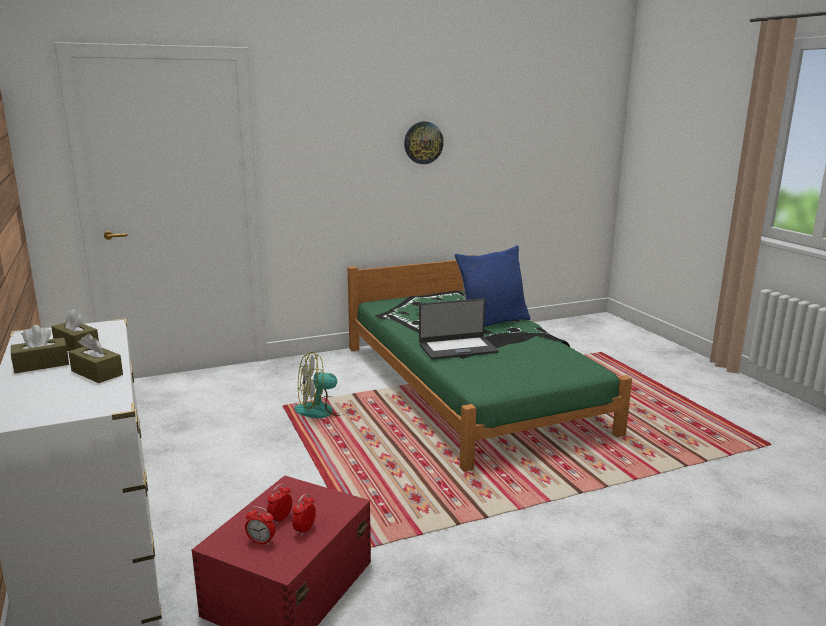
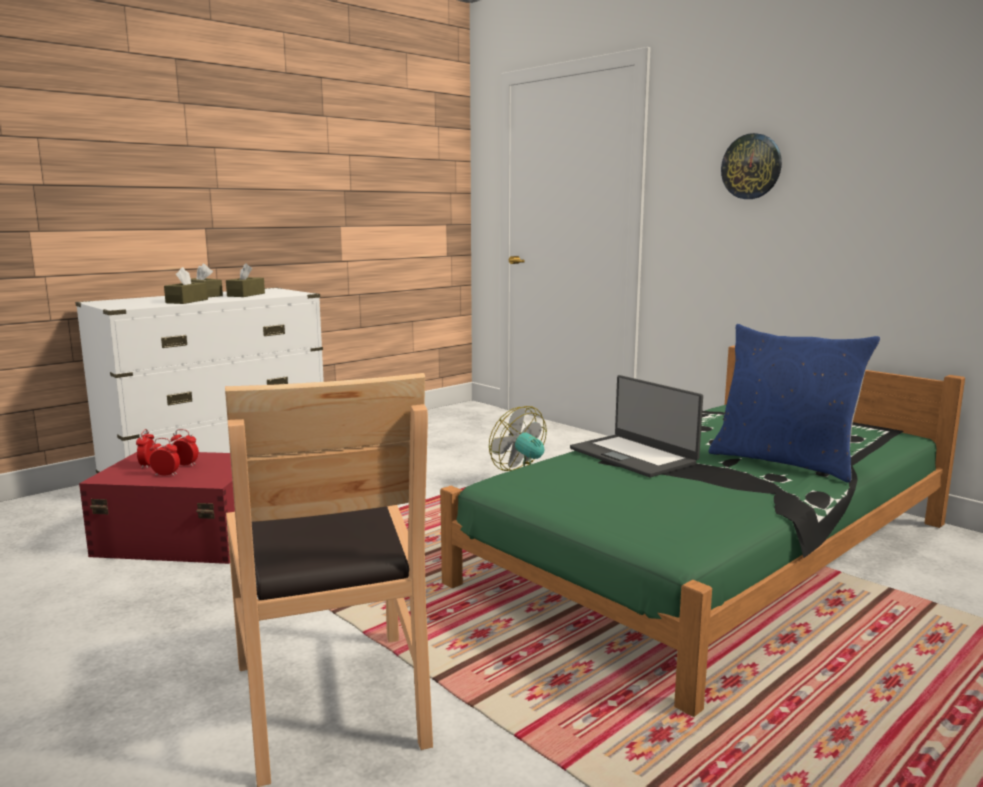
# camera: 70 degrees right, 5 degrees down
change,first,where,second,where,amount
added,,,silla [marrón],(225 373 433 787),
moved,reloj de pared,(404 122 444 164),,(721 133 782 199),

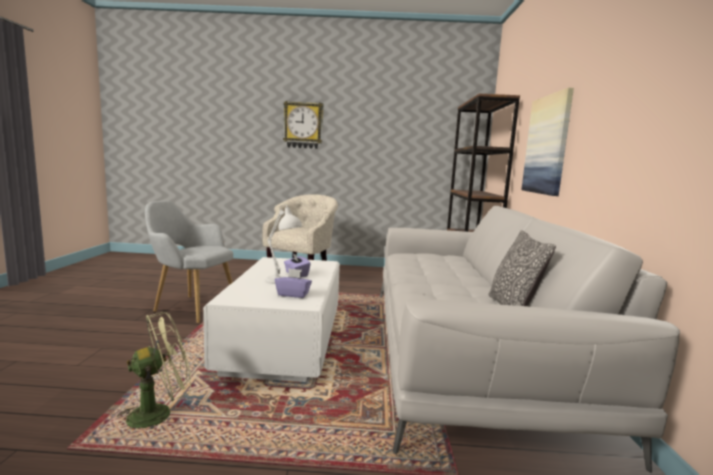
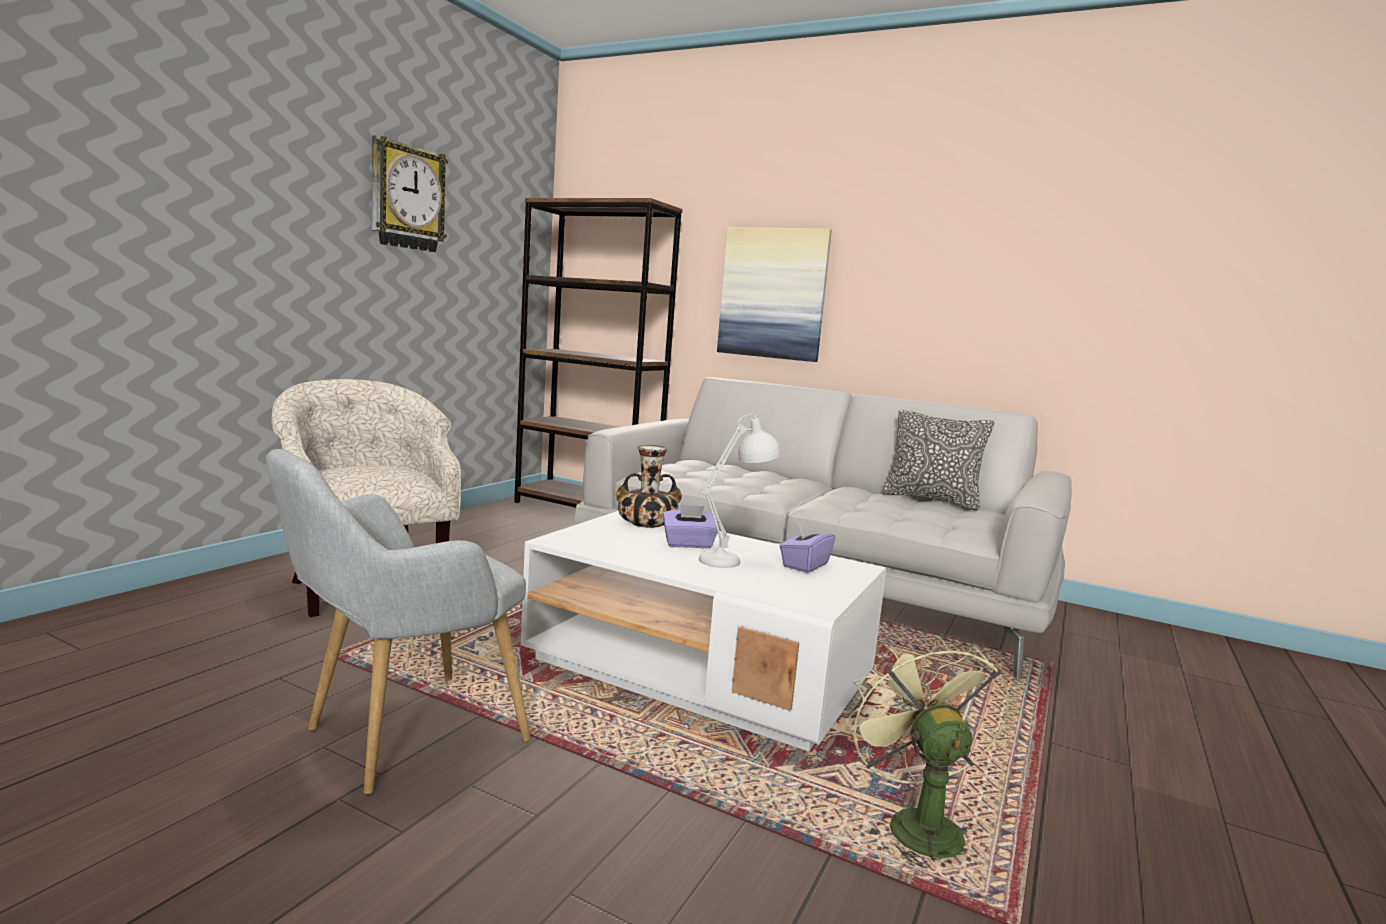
# camera: 65 degrees left, 0 degrees up
change,first,where,second,where,amount
moved,reloj de pared,(283 101 323 149),,(372 135 448 252),
added,,,florero,(615 445 682 528),

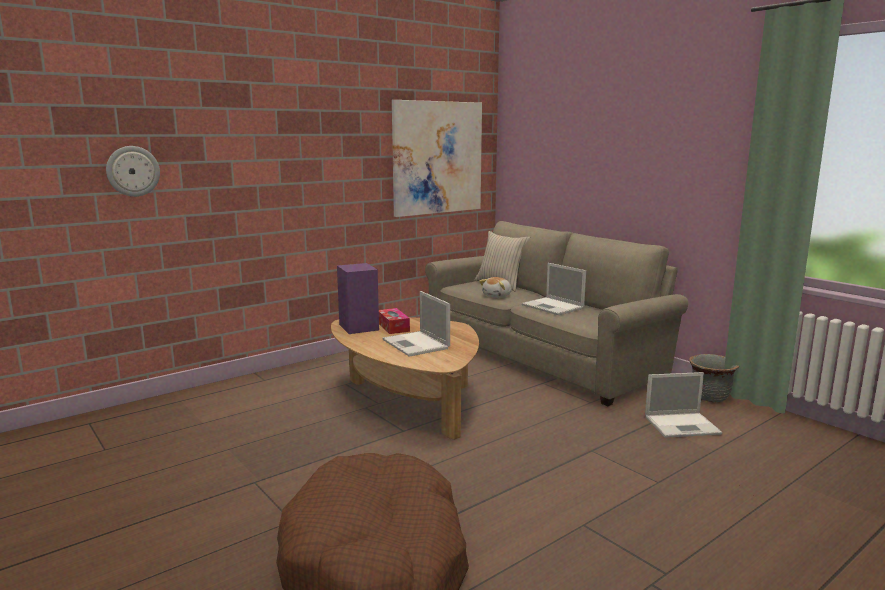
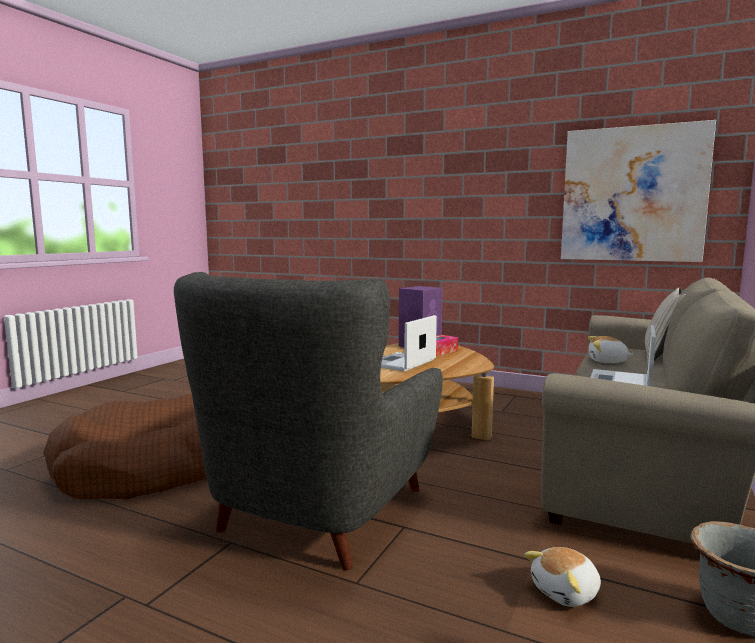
# camera: 65 degrees right, 5 degrees down
change,first,where,second,where,amount
added,,,sillón [gris],(174 272 443 570),
replaced,portátil,(645 372 722 438),peluche,(525 547 601 607),
removed,reloj de pared,(106 146 160 197),,,

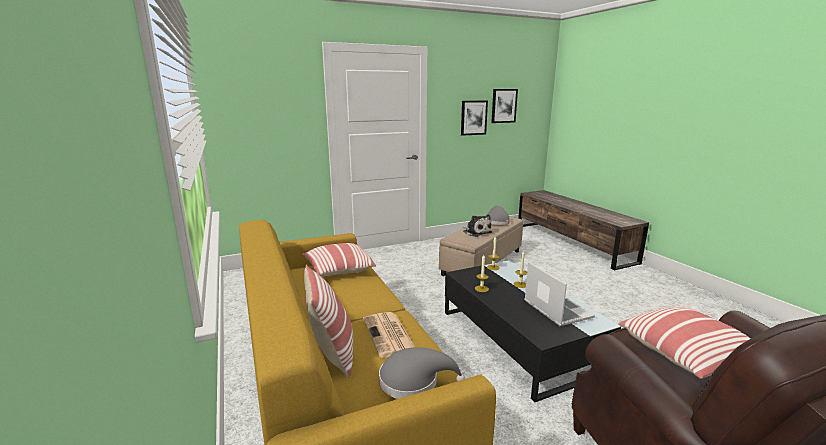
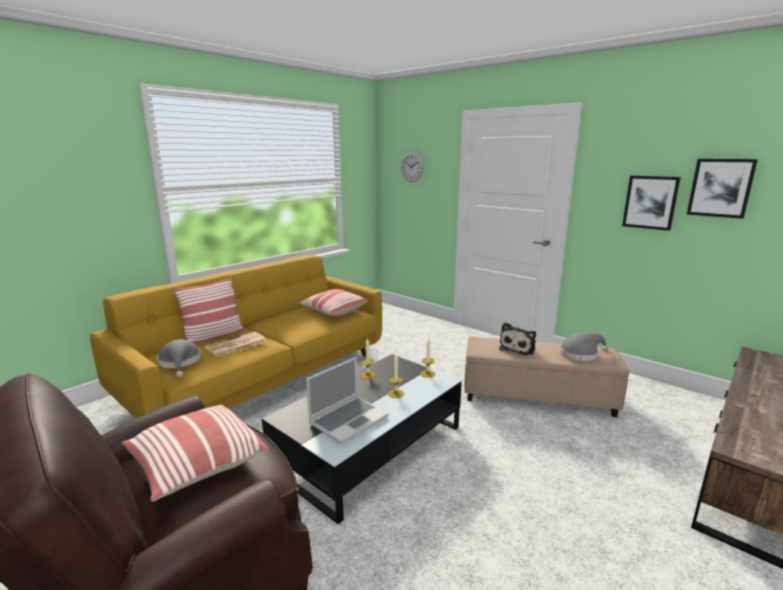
# camera: 65 degrees right, 0 degrees up
change,first,where,second,where,amount
added,,,reloj de pared,(401 152 423 182),

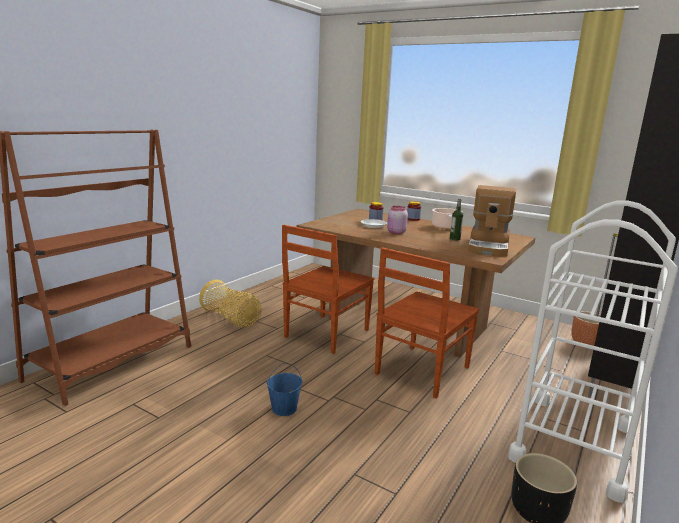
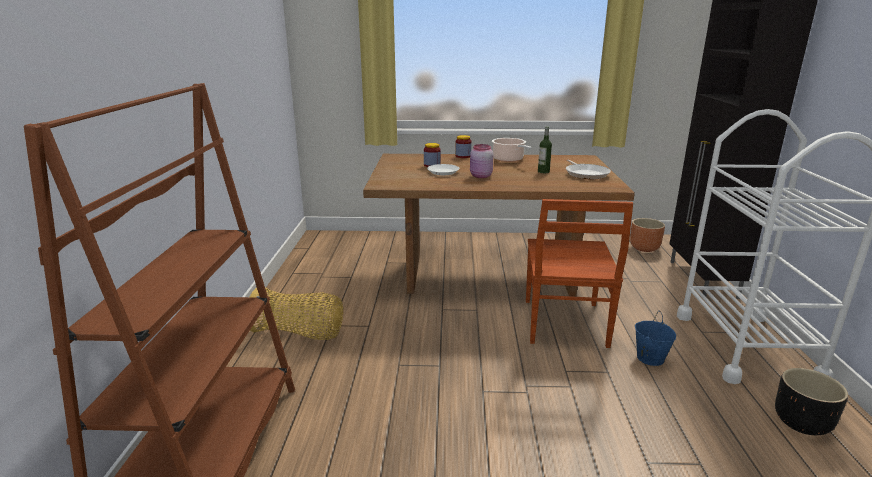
# camera: 30 degrees left, 5 degrees up
change,first,where,second,where,amount
replaced,cafetera,(468 185 516 257),sartén,(566 159 611 179),
moved,cubo [azul],(267 363 302 416),,(635 311 676 366),
removed,silla [marrón],(282 225 375 354),,,

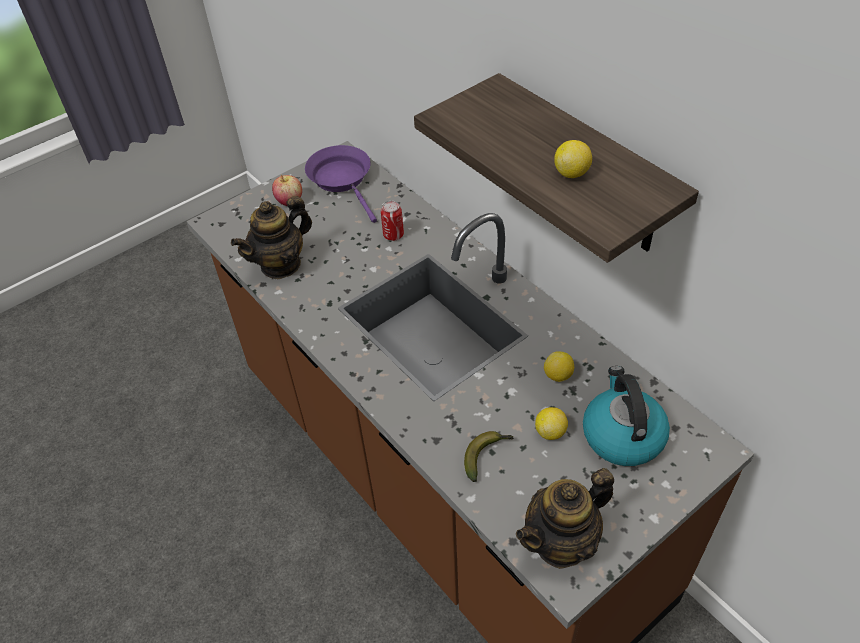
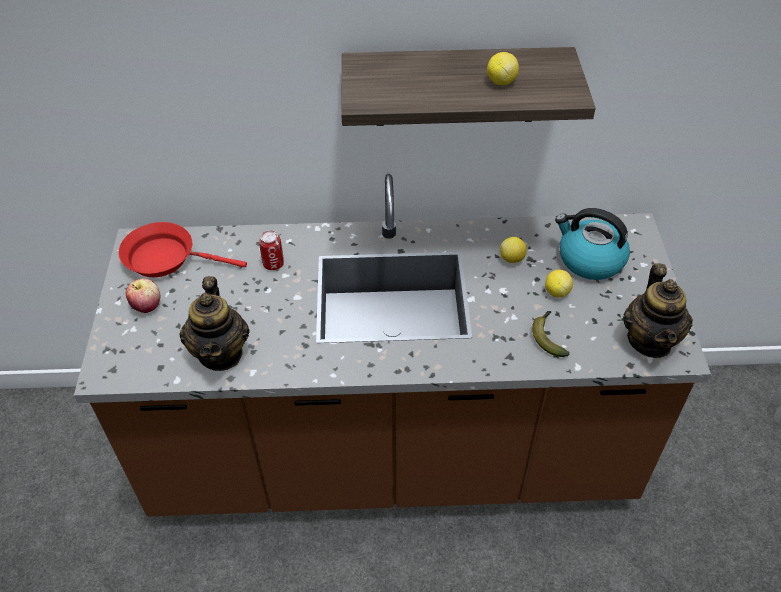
# camera: 55 degrees left, 0 degrees up
change,first,where,second,where,amount
recoloured,sartén [morado],(305 145 377 223),sartén [rojo],(118 222 247 277),

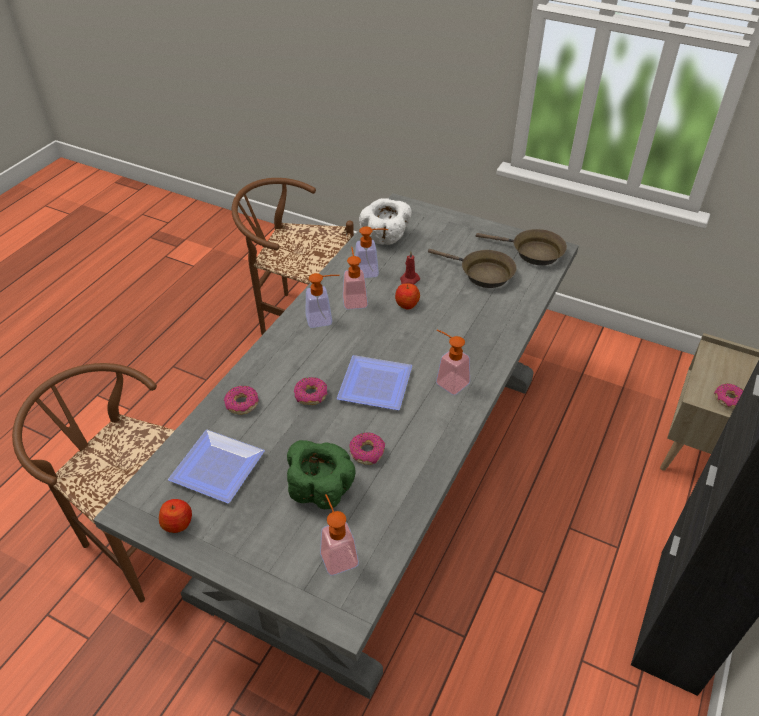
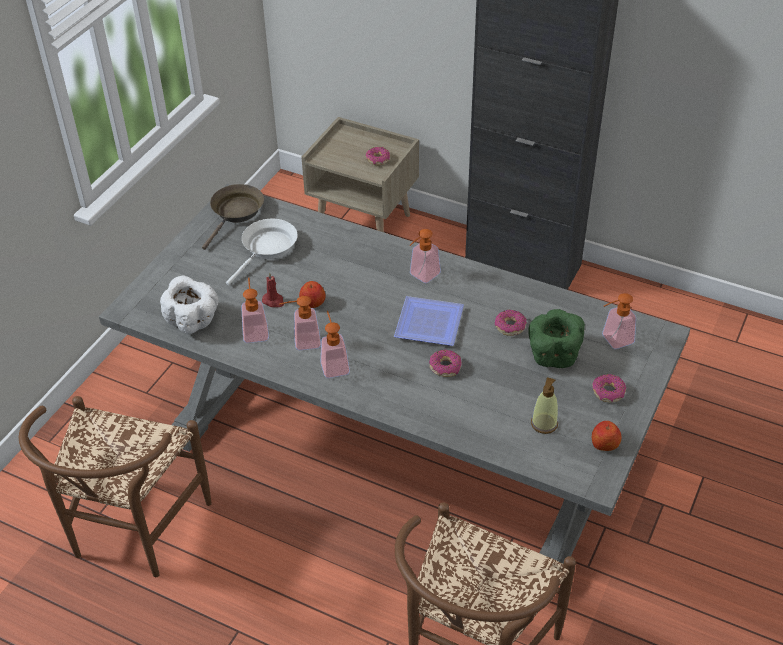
# camera: 90 degrees left, 0 degrees up
change,first,where,second,where,amount
recoloured,sartén [marrón],(428 249 517 288),sartén [blanco],(226 219 298 285),
replaced,plato,(168 430 265 503),dispensador de jabón,(531 377 558 434),
moved,rosquilla,(224 386 259 415),,(592 374 626 403),

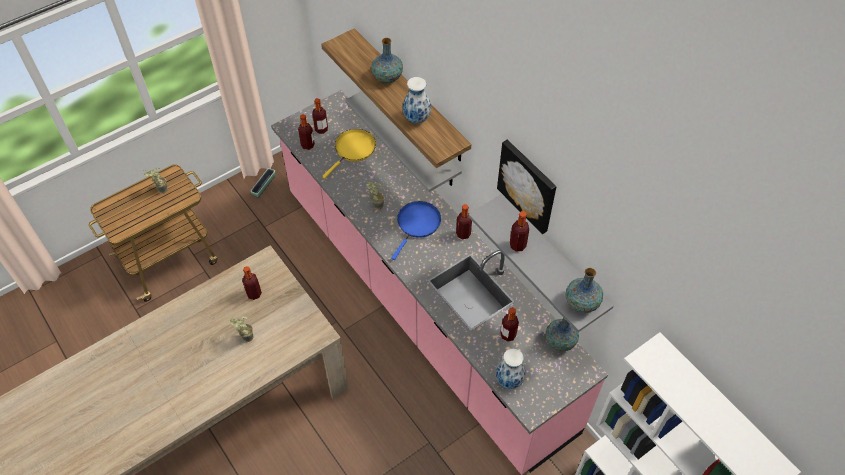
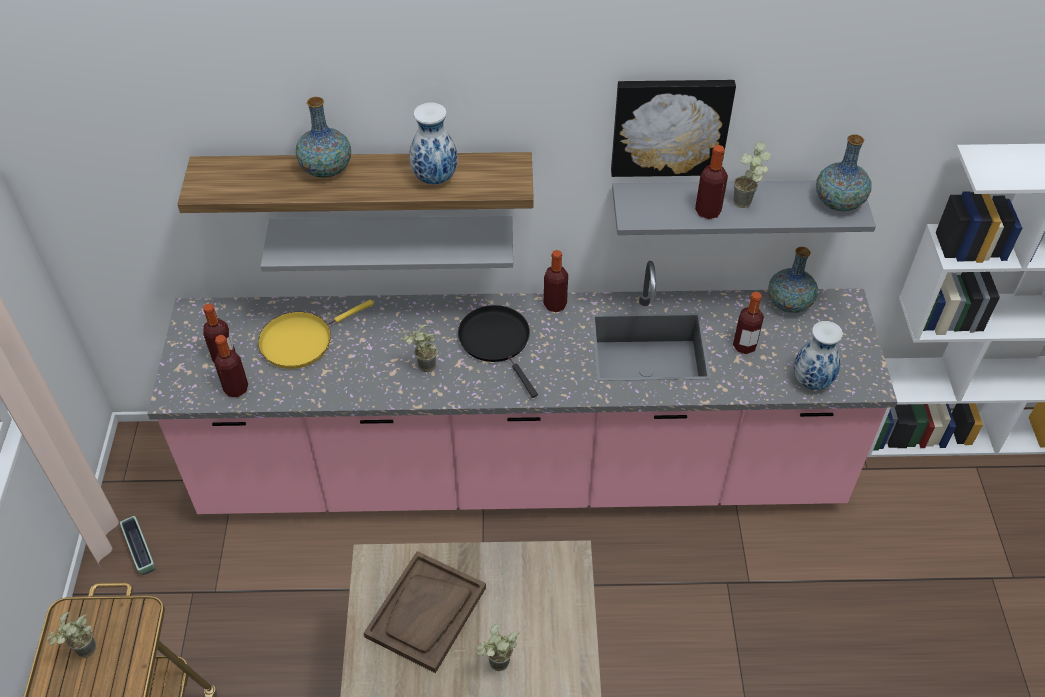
# camera: 55 degrees left, 5 degrees down
change,first,where,second,where,amount
turned,sartén [amarillo],(322 129 376 179),,(258 300 374 369),105 degrees counterclockwise
replaced,botella,(242 266 262 300),bandeja [marrón],(364 551 486 673),
recoloured,sartén [azul],(391 201 441 260),sartén [negro],(458 305 538 398),
added,,,planta en maceta,(734 141 771 208),

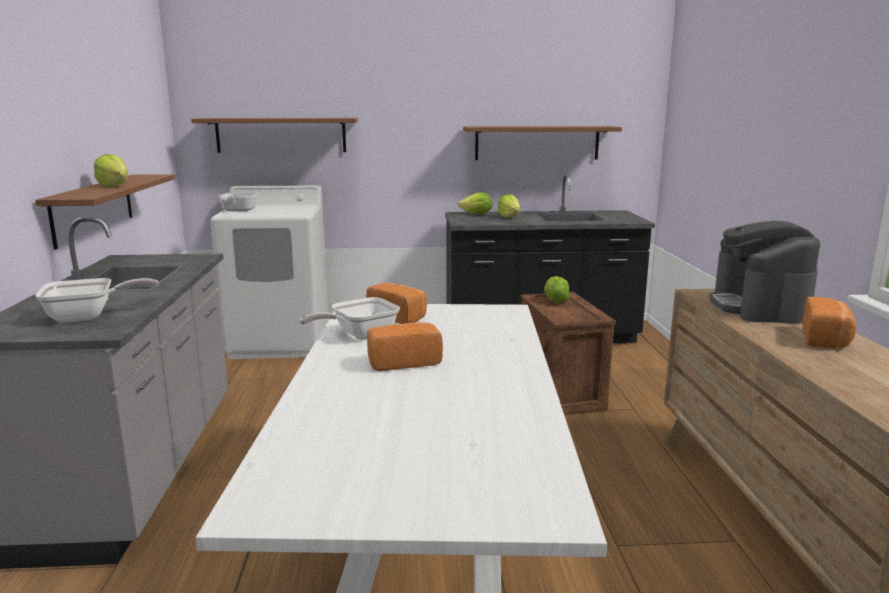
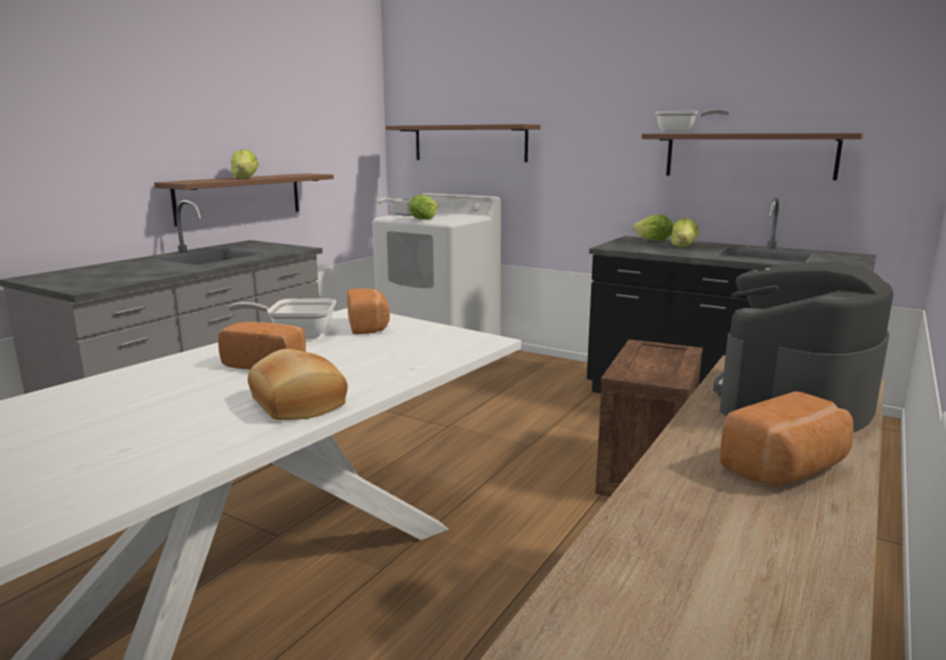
# camera: 35 degrees right, 0 degrees up
change,first,where,second,where,amount
added,,,pan,(248 349 348 420),
moved,lechuga,(544 276 570 303),,(409 195 438 220),
moved,sartén,(35 278 158 323),,(655 109 729 134),

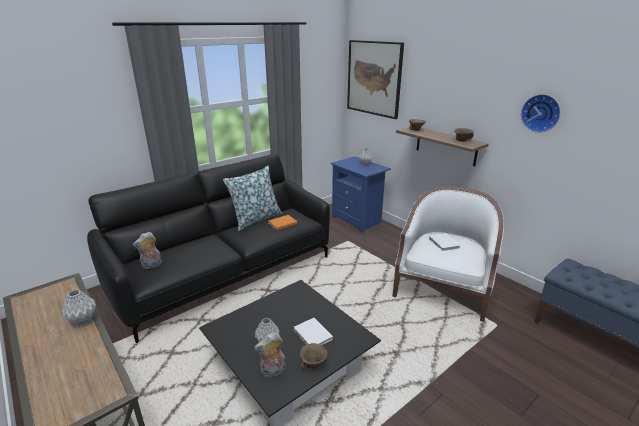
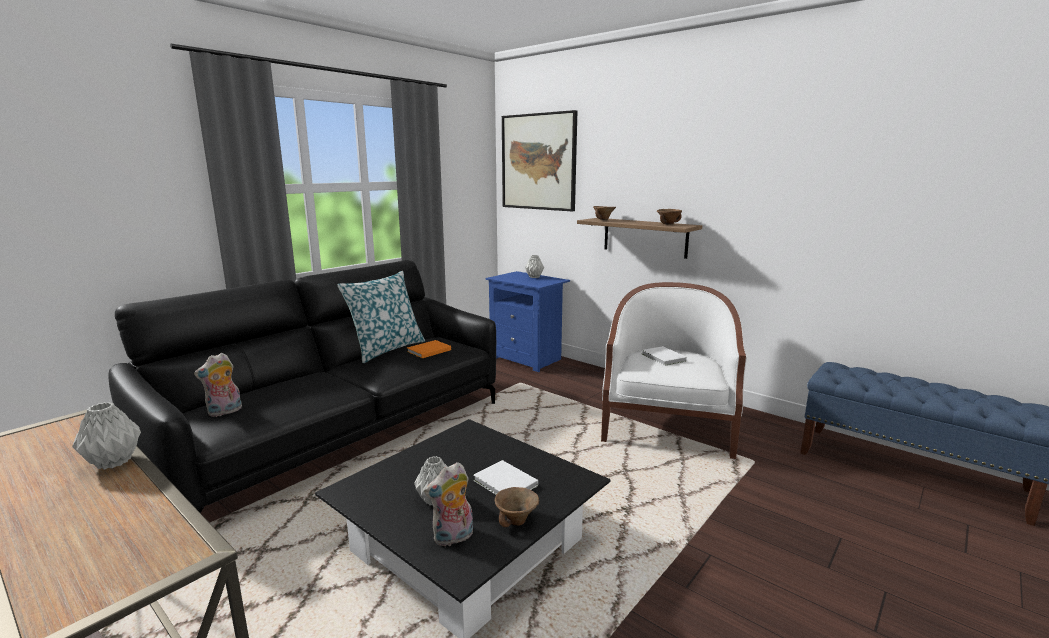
# camera: 10 degrees left, 10 degrees down
change,first,where,second,where,amount
removed,reloj de pared,(521 94 561 133),,,

